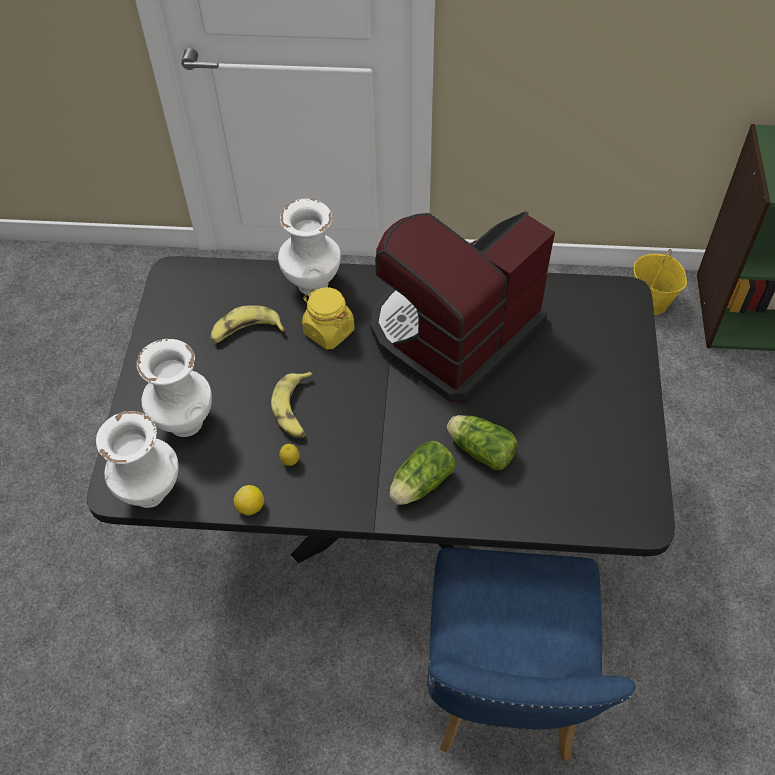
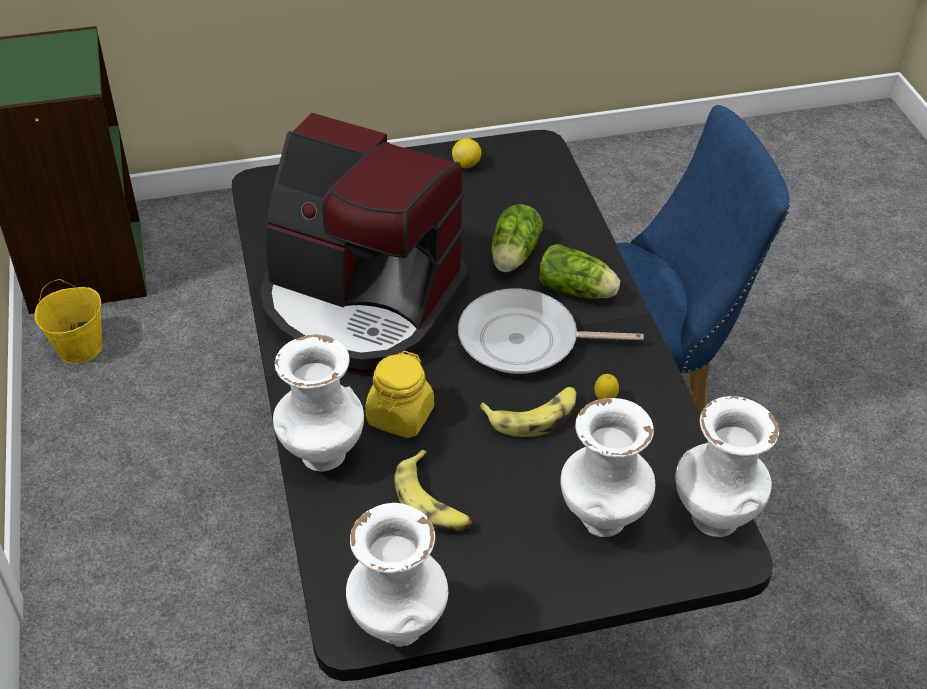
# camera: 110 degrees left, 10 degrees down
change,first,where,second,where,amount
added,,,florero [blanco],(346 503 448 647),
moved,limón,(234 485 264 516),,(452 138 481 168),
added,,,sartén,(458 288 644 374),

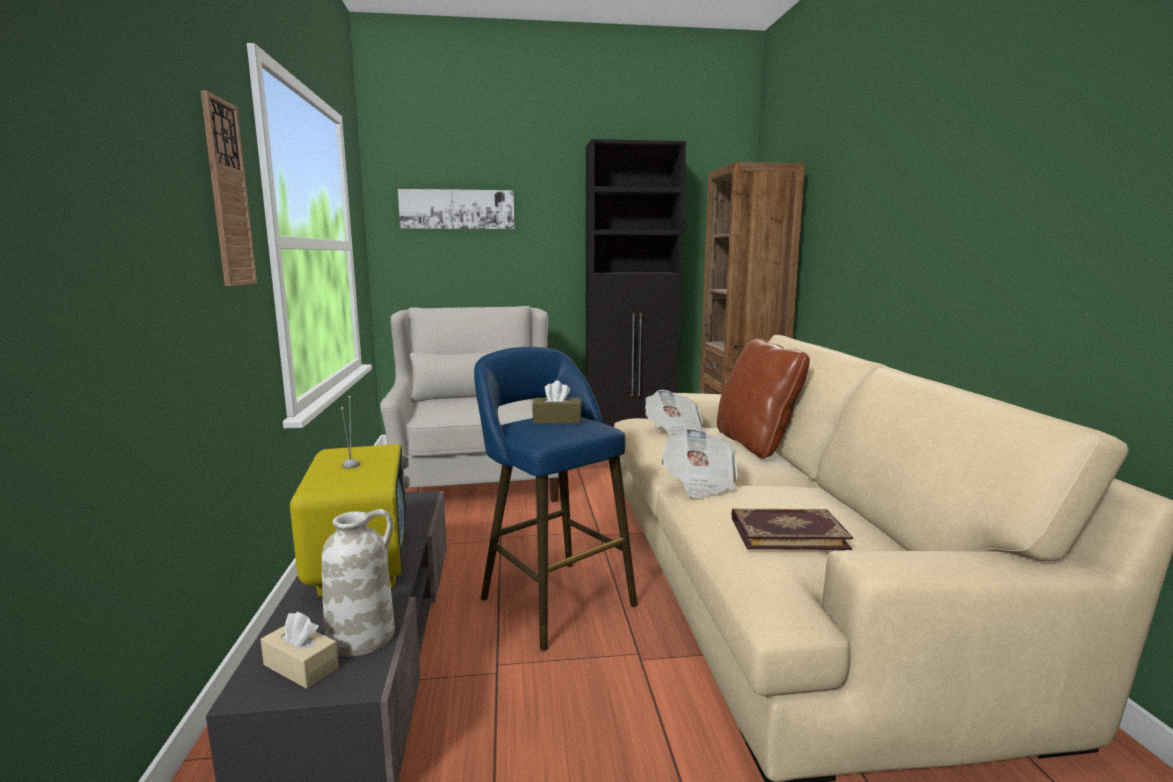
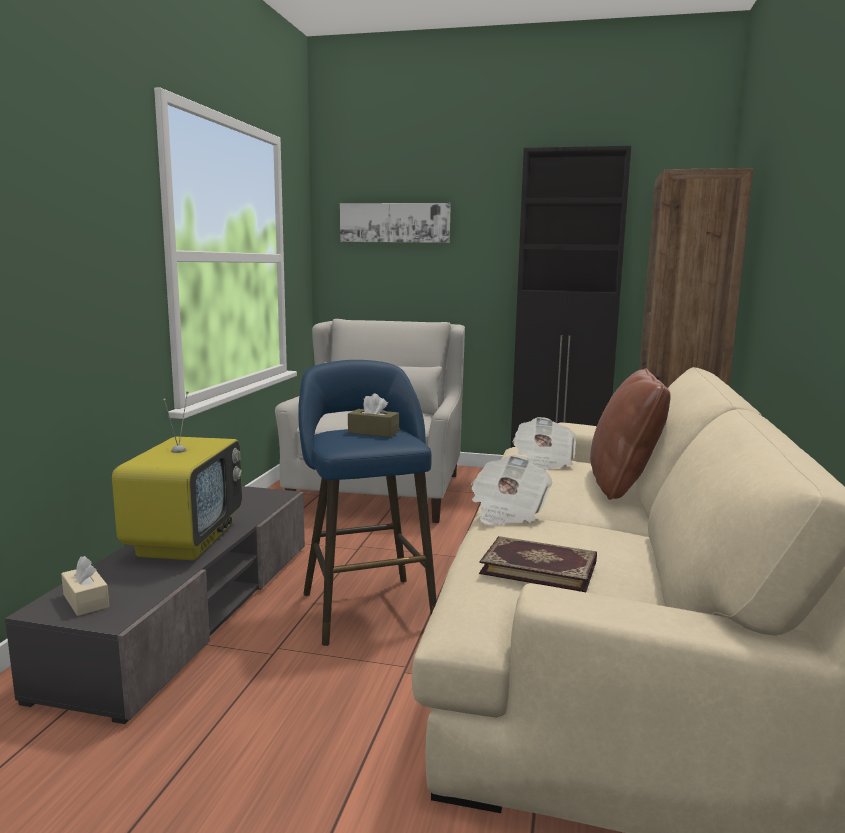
# camera: 20 degrees right, 0 degrees up
change,first,where,second,where,amount
removed,reloj de pared,(201 90 257 286),,,
removed,florero [blanco],(321 509 395 657),,,

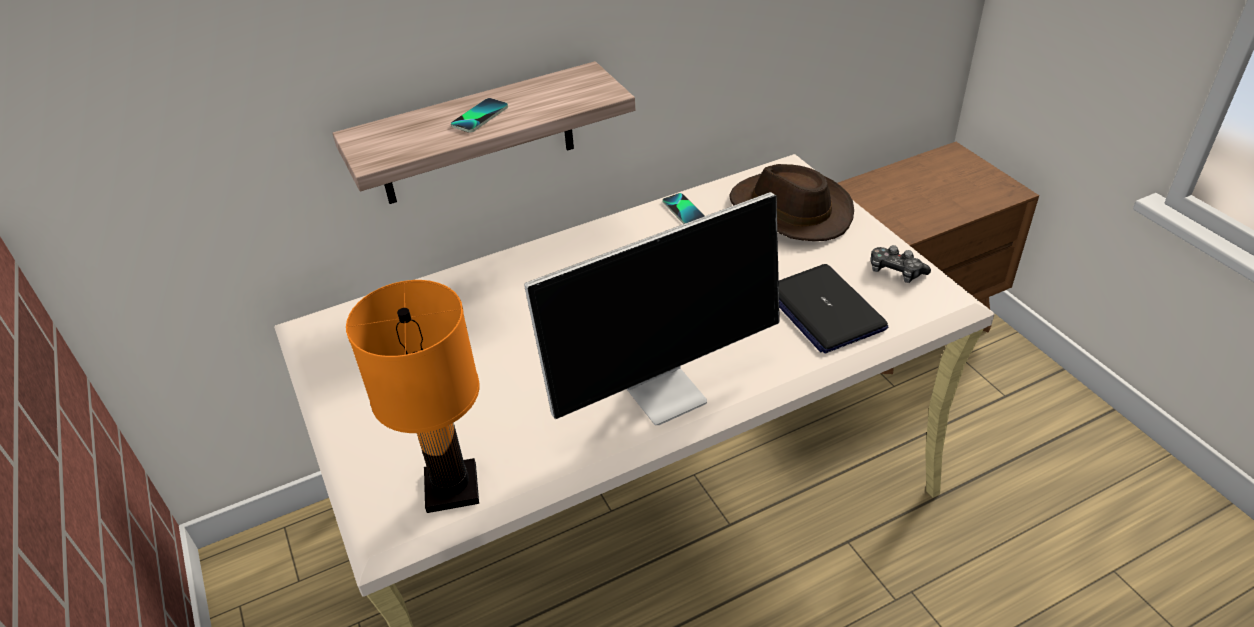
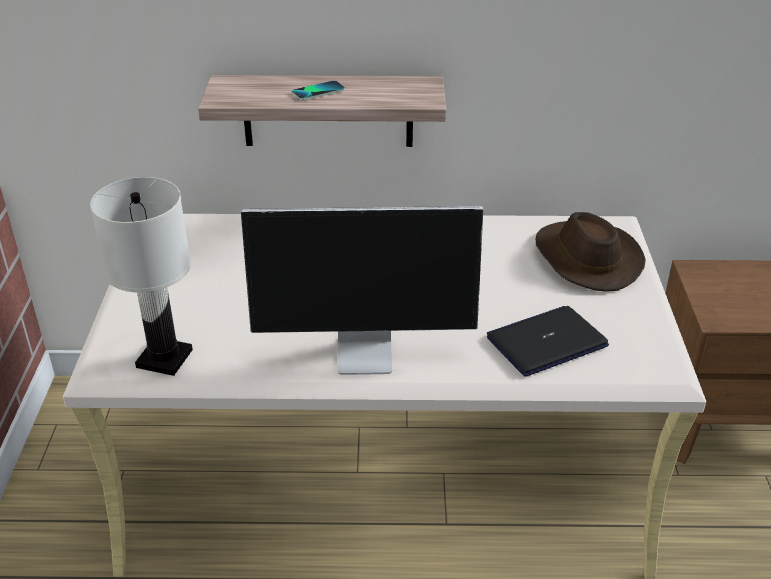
# camera: 25 degrees right, 5 degrees down
change,first,where,second,where,amount
recoloured,lámpara de mesa [naranja],(346 280 480 513),lámpara de mesa [blanco],(90 177 193 376),
turned,portátil,(779 264 888 353),,(487 306 609 377),60 degrees clockwise
removed,móvil,(662 193 705 224),,,
removed,mando de consola,(870 245 931 283),,,

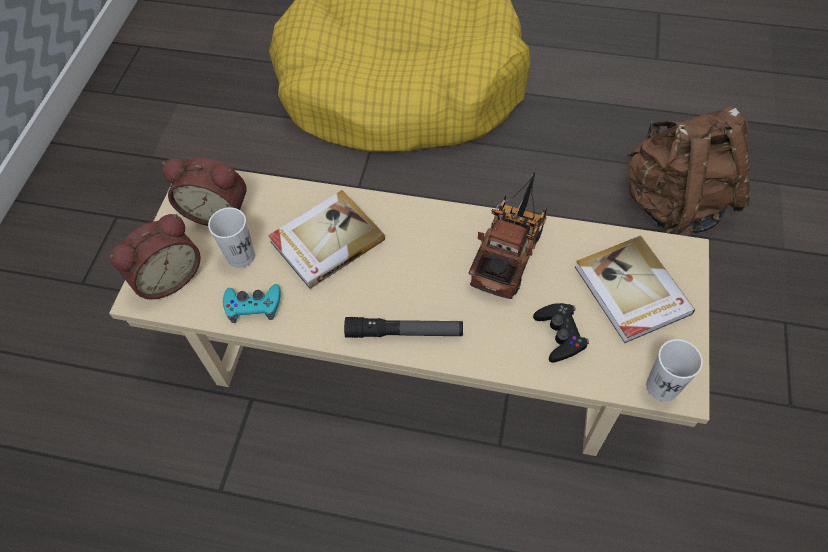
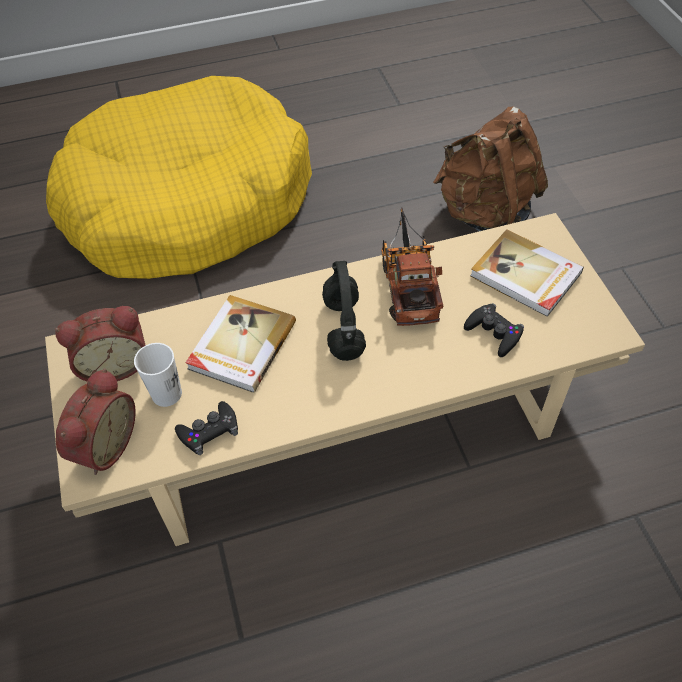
# camera: 30 degrees left, 5 degrees down
change,first,where,second,where,amount
recoloured,mando de consola [turquesa],(223 284 281 323),mando de consola [negro],(175 401 238 455),
added,,,auriculares [negro],(322 261 366 361),
removed,linterna,(344 317 463 338),,,
removed,taza [blanco],(646 339 703 401),,,

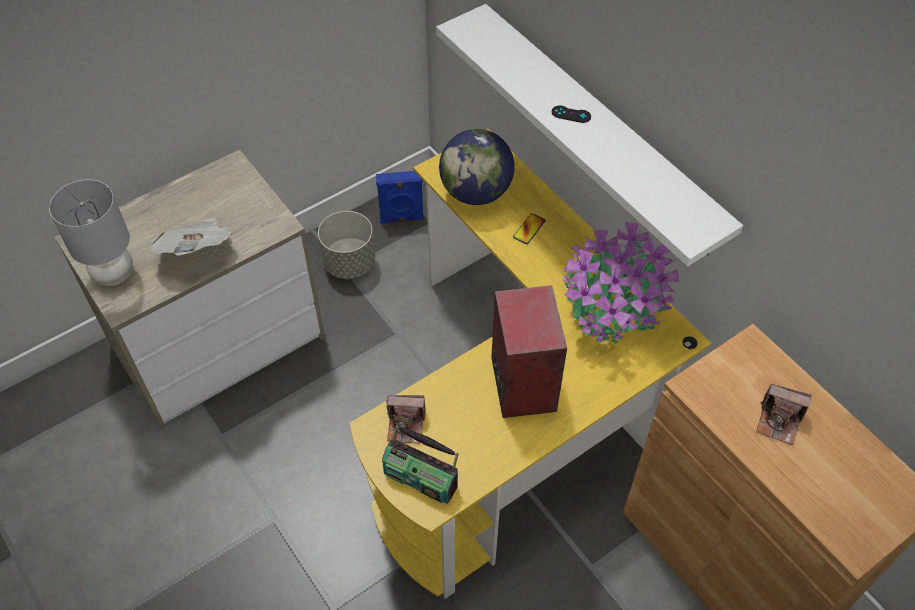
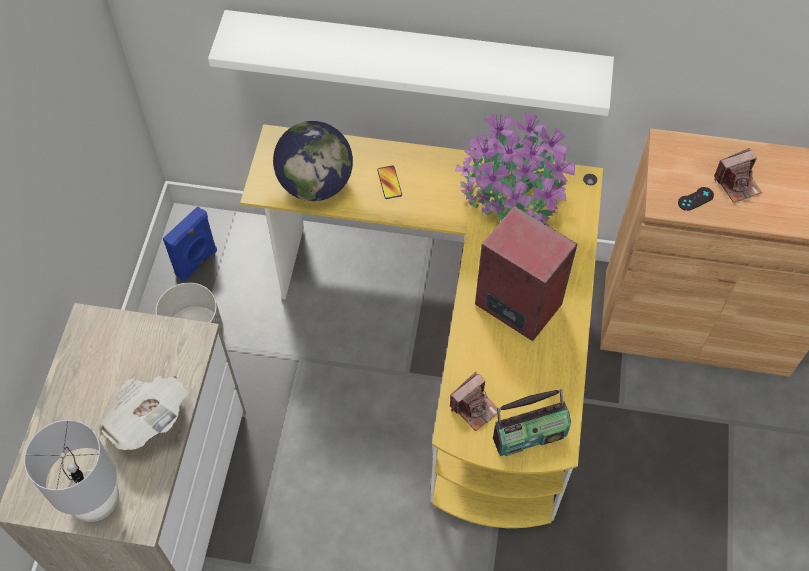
# camera: 45 degrees left, 5 degrees up
change,first,where,second,where,amount
moved,mando de consola [negro],(552 105 591 123),,(678 187 714 211),

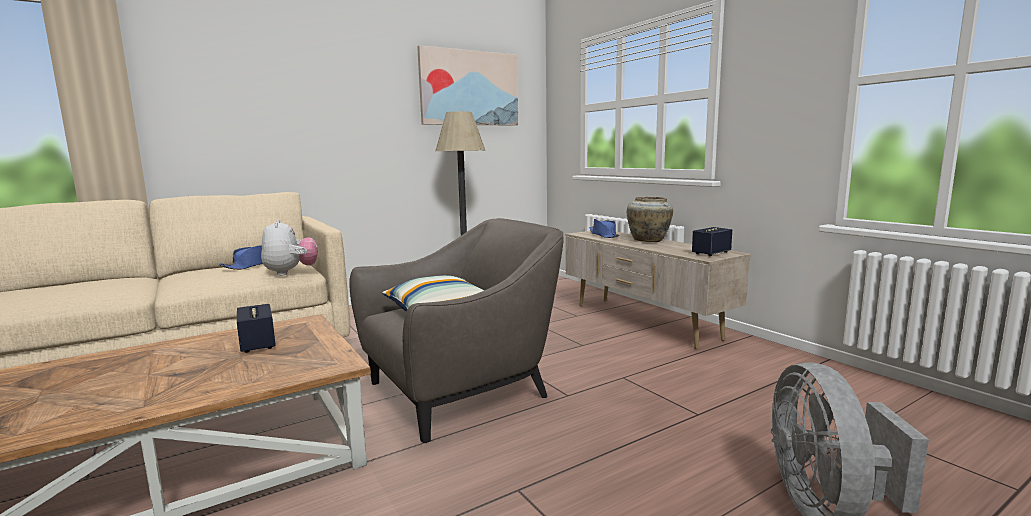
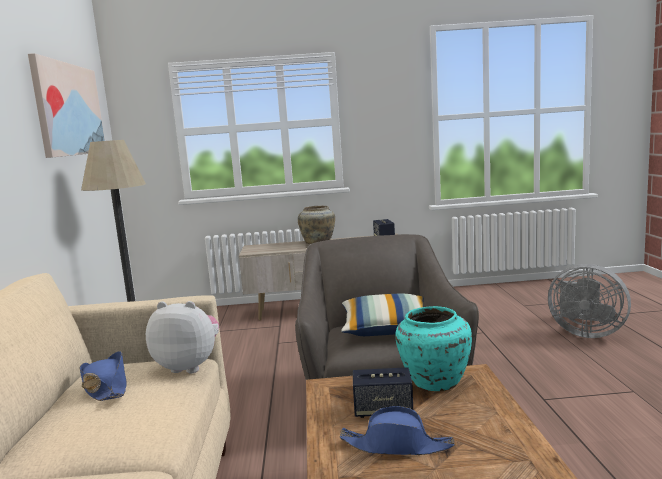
# camera: 60 degrees left, 0 degrees up
change,first,where,second,where,amount
moved,sombrero [azul],(589 219 620 238),,(340 406 455 455),
added,,,florero [turquesa],(395 306 472 391),

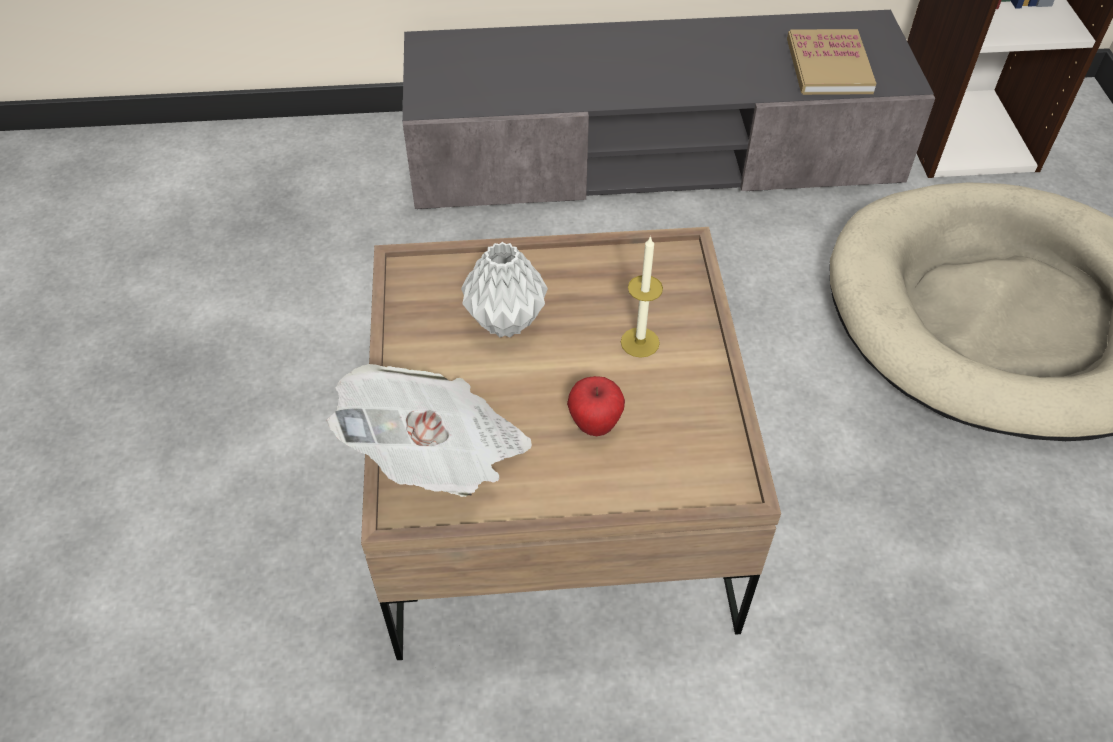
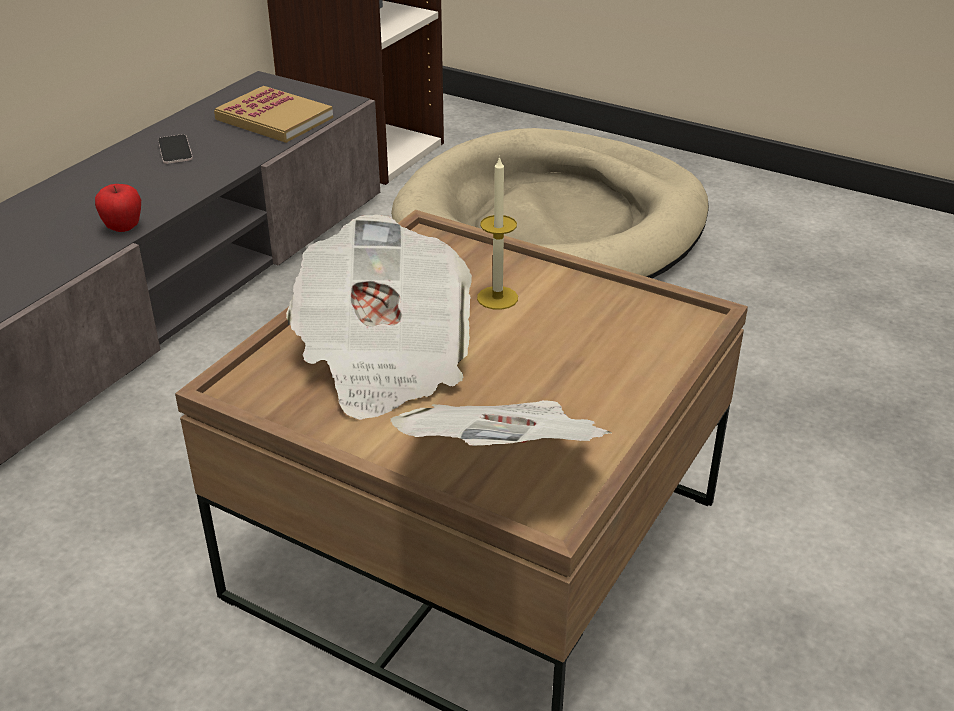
# camera: 55 degrees left, 15 degrees down
change,first,where,second,where,amount
moved,manzana,(567 376 625 436),,(95 184 141 232),
added,,,móvil,(158 134 193 164),
replaced,florero [gris],(461 242 548 338),periódico,(286 214 472 420),

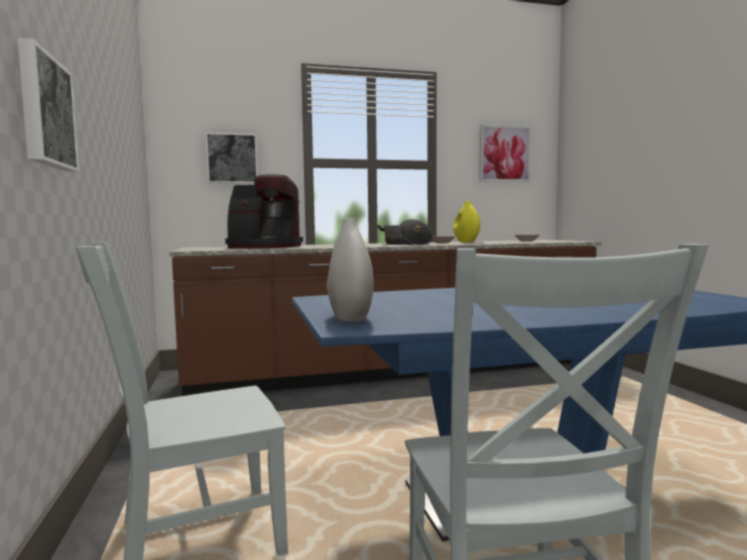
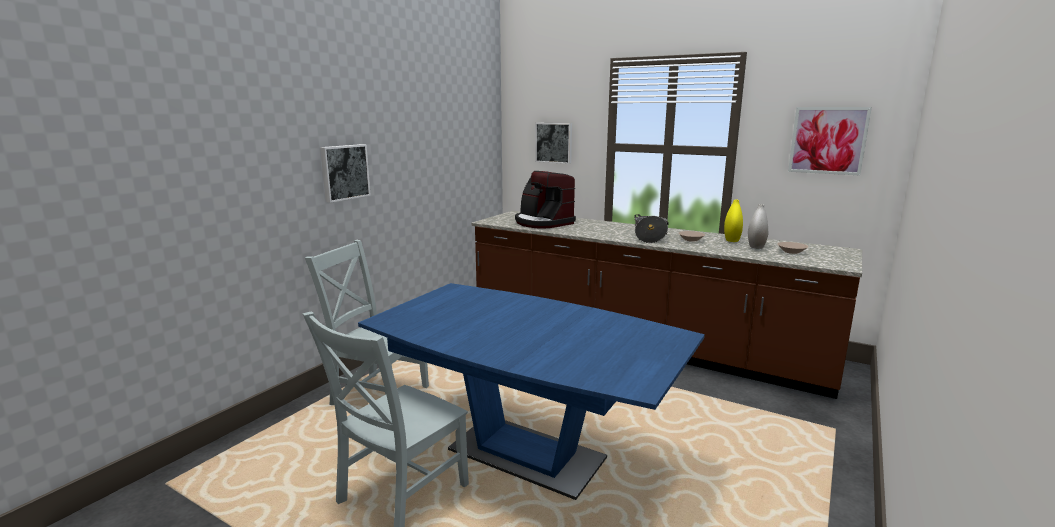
# camera: 45 degrees right, 10 degrees up
change,first,where,second,where,amount
moved,florero [blanco],(327 218 374 322),,(748 204 769 249),

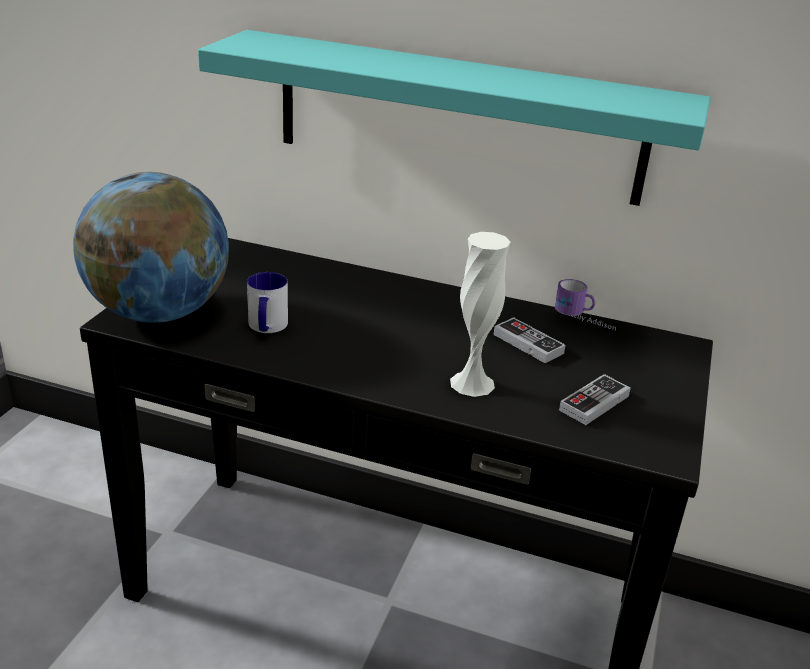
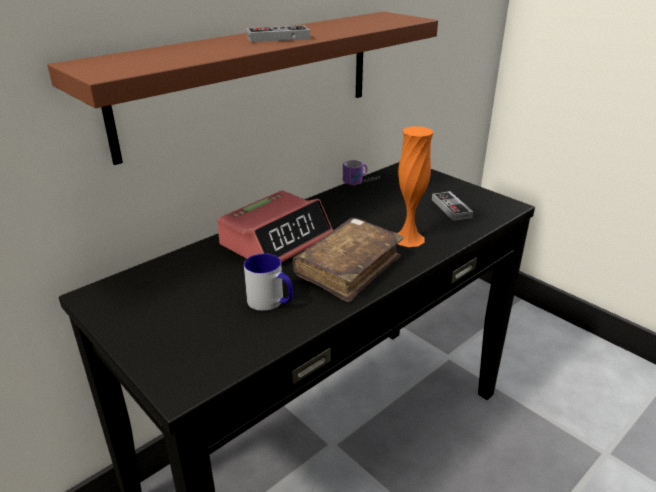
# camera: 60 degrees left, 0 degrees up
change,first,where,second,where,amount
recoloured,estante [turquesa],(198 30 711 206),estante [marrón],(47 12 438 165),
added,,,despertador,(217 190 333 263),
moved,mando de consola,(493 317 566 363),,(247 26 310 42),
added,,,libro [marrón],(293 218 404 302),
recoloured,florero [blanco],(450 232 510 397),florero [naranja],(397 126 434 247),
removed,globo terráqueo,(73 172 229 323),,,

